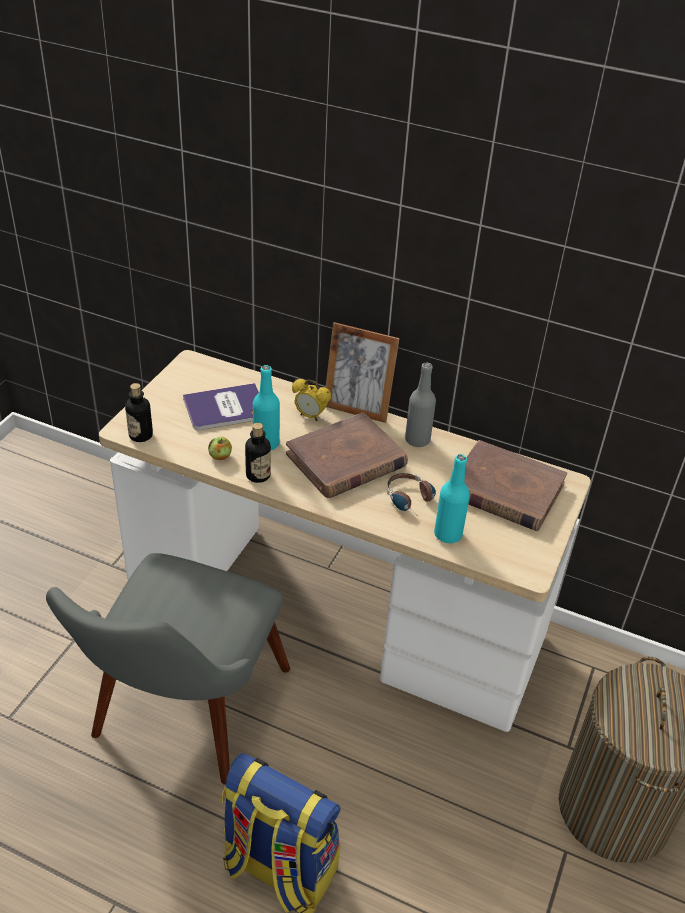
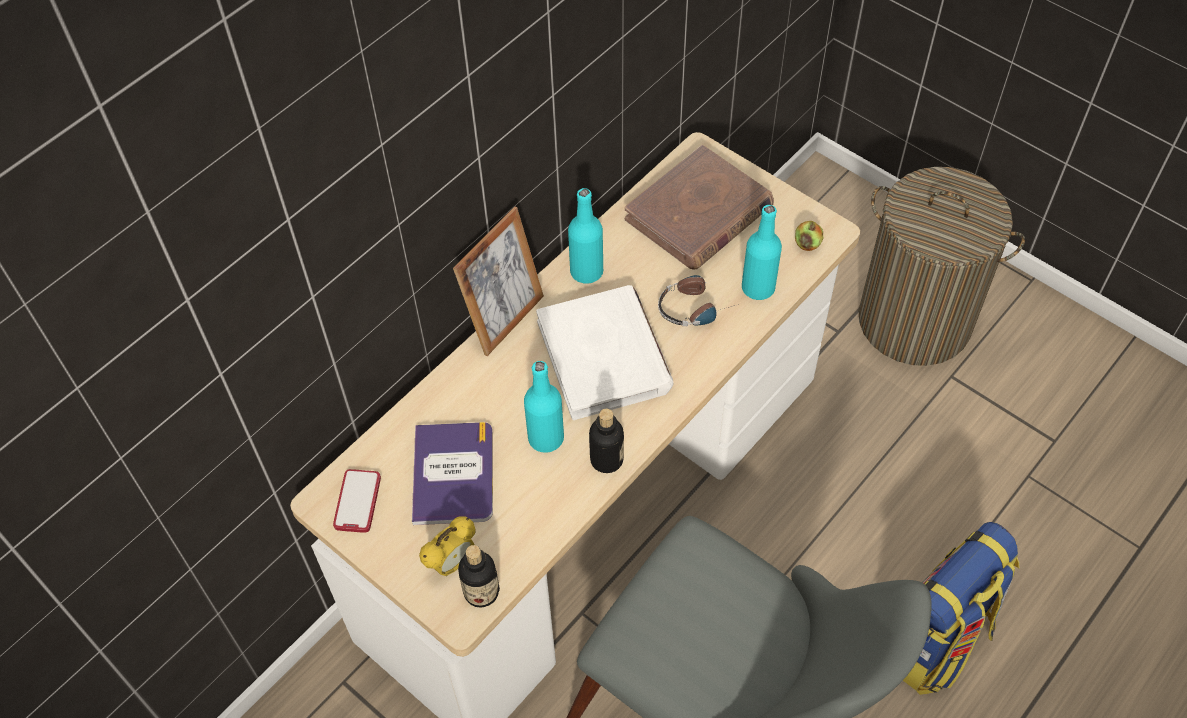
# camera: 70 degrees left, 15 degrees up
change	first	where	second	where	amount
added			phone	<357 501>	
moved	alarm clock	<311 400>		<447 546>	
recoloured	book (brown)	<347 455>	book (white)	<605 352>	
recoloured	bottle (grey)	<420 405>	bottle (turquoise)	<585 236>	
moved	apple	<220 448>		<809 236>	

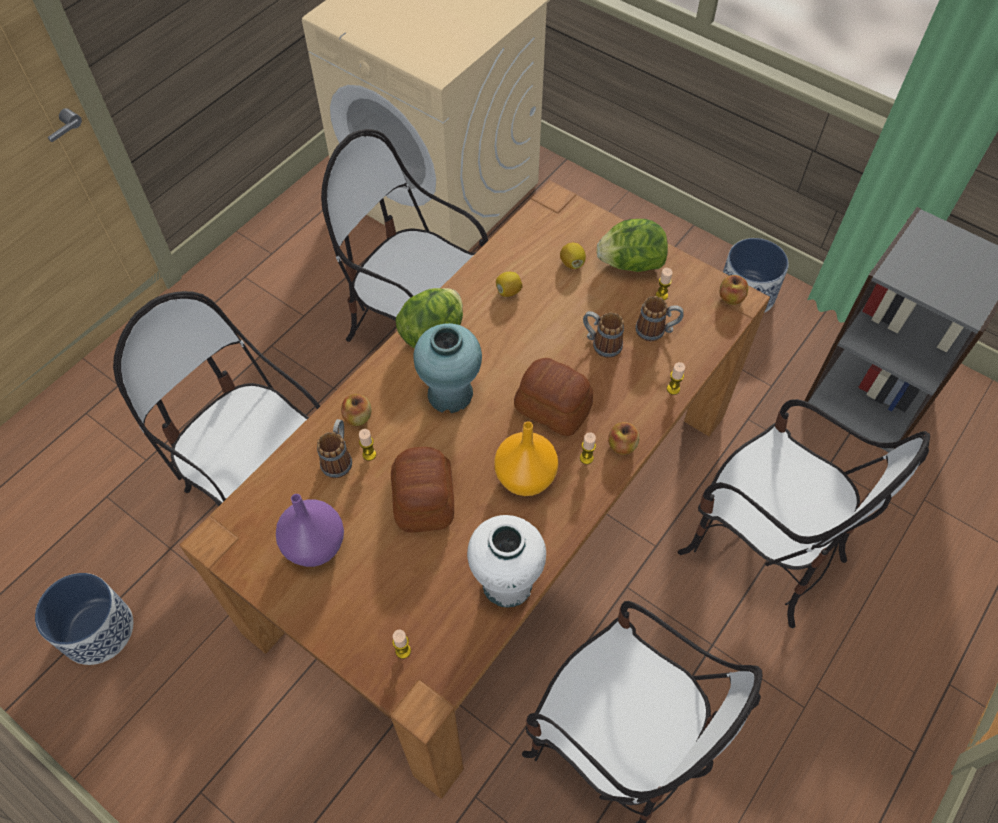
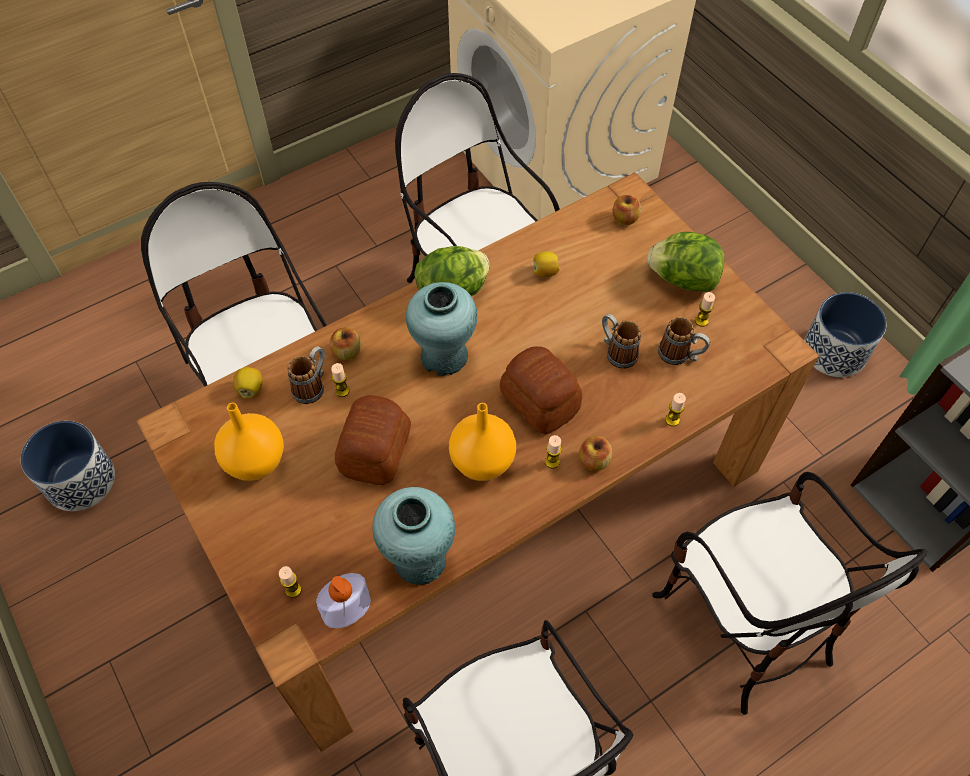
# camera: 20 degrees right, 0 degrees up
change	first	where	second	where	amount
recoloured	vase (purple)	<310 530>	vase (orange)	<249 442>	
moved	lemon	<573 256>		<248 382>	
added			soap dispenser	<343 601>	
recoloured	vase (white)	<506 561>	vase (turquoise)	<413 536>	
moved	apple	<733 290>		<626 210>	

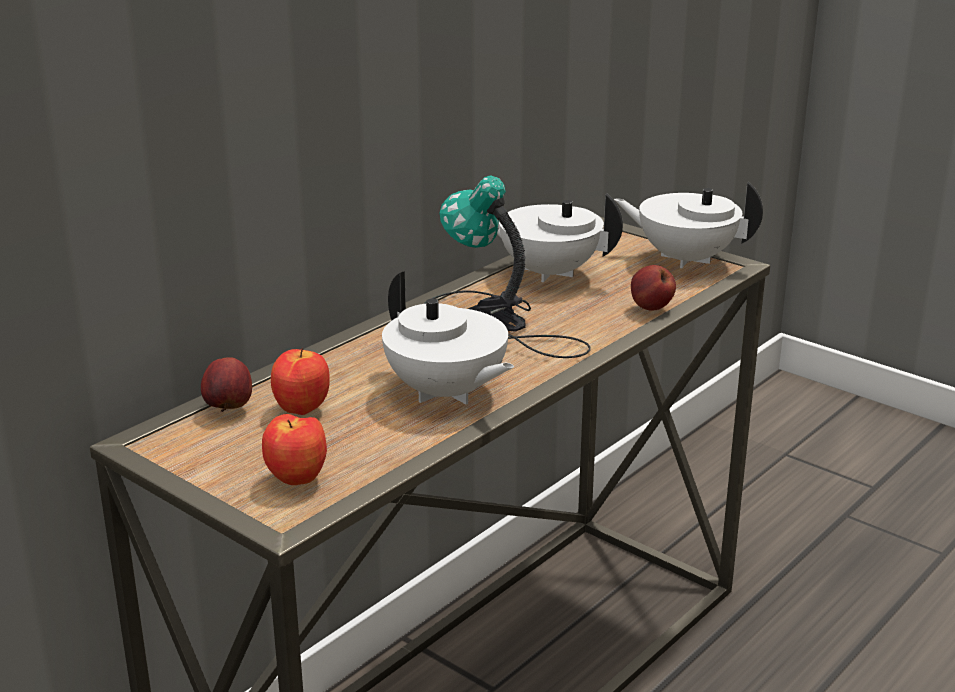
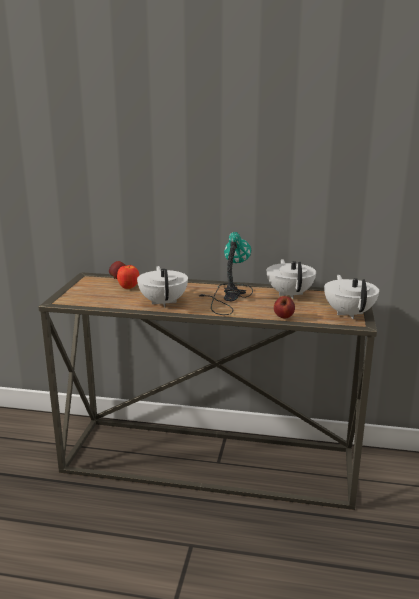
# camera: 60 degrees right, 5 degrees down
change	first	where	second	where	amount
turned	teapot (white)	<448 338>		<162 287>	150 degrees clockwise
removed	apple	<294 449>			

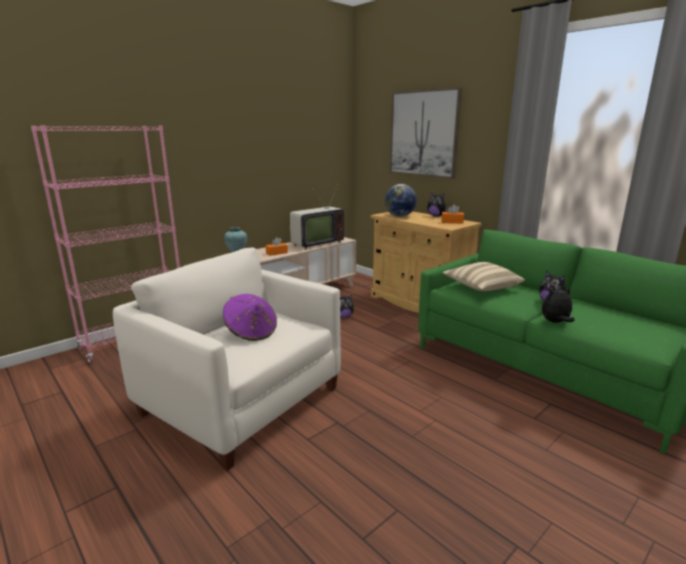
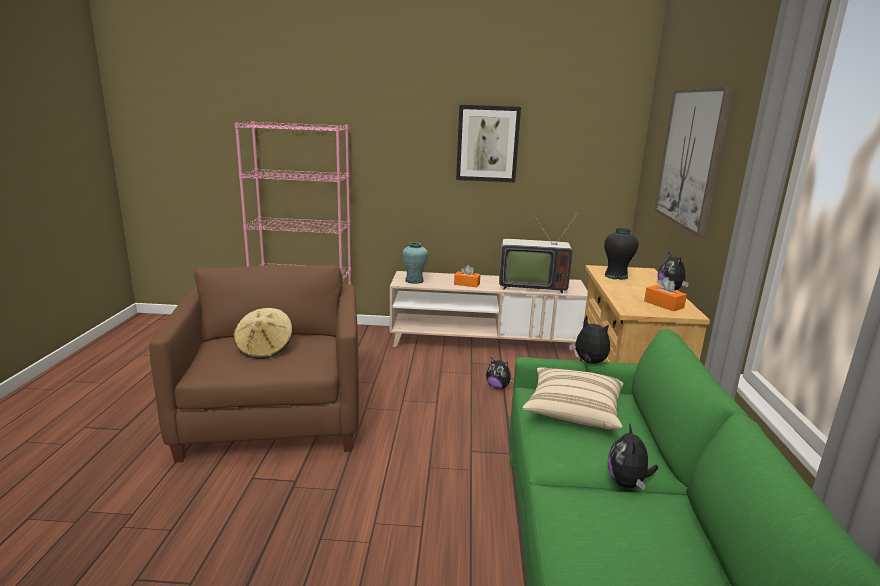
# camera: 45 degrees right, 0 degrees up
change	first	where	second	where	amount
recoloured	armchair (white)	<227 359>	armchair (brown)	<254 364>	
recoloured	hat (purple)	<250 317>	hat (beige)	<263 333>	
added			picture	<488 143>	
moved	plush toy	<558 305>		<589 341>	
replaced	globe	<401 200>	vase (black)	<621 254>	

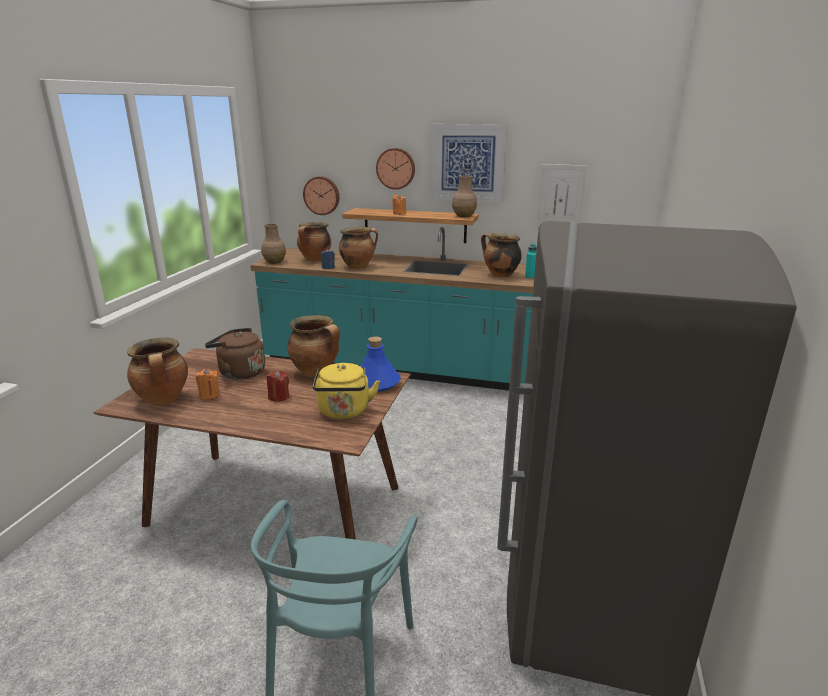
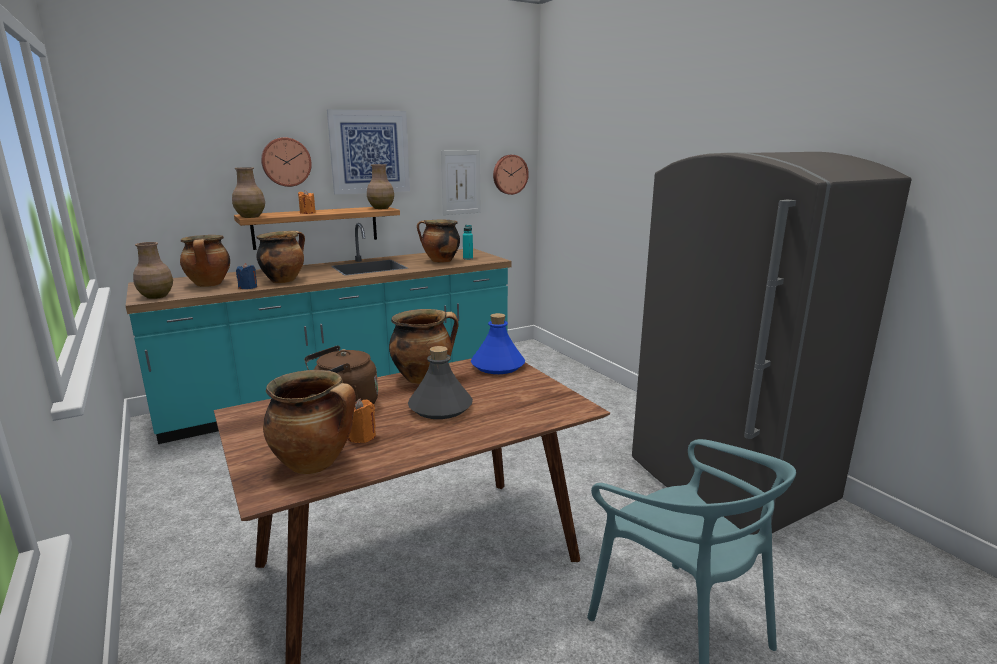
# camera: 45 degrees left, 5 degrees down
change	first	where	second	where	amount
added			vase (brown)	<248 192>	
replaced	candle (red)	<278 386>	bottle (grey)	<440 382>	
moved	wall clock	<321 195>		<511 175>	
removed	kettle (yellow)	<346 391>			

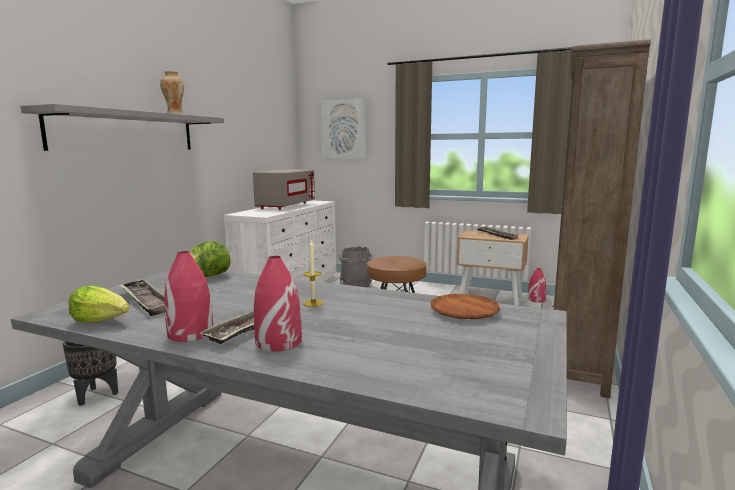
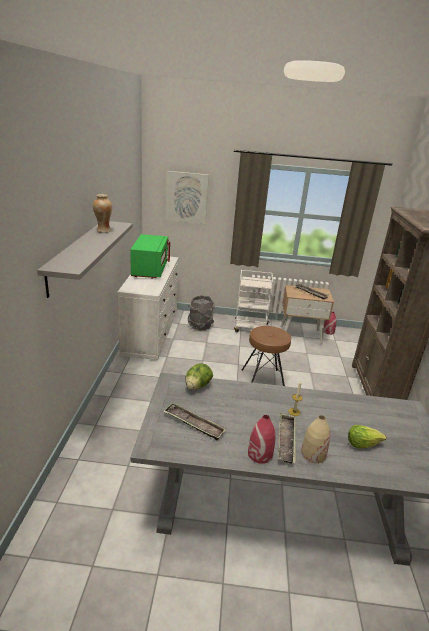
# camera: 20 degrees left, 15 degrees up
change	first	where	second	where	amount
recoloured	microwave (grey)	<284 189>	microwave (green)	<150 256>	
added			cart (white)	<253 301>	
recoloured	vase (red)	<278 304>	vase (beige)	<315 439>	
moved	lettuce	<99 304>		<367 436>	
removed	planter (black)	<90 373>			
removed	plate (brown)	<466 306>			

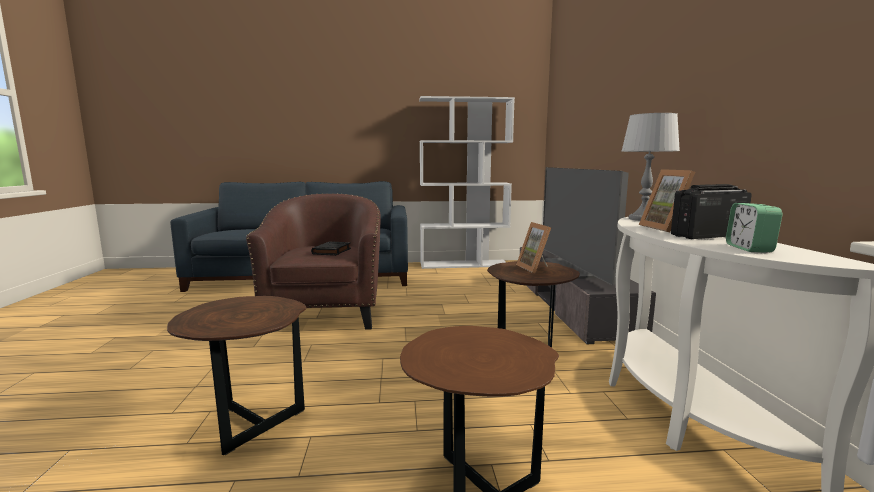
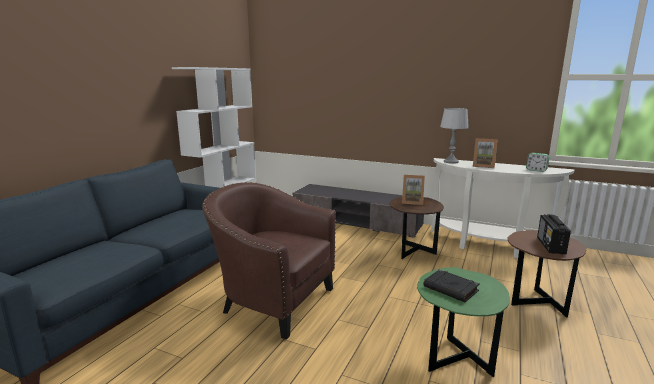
# camera: 60 degrees left, 5 degrees up
change	first	where	second	where	amount
recoloured	side table (brown)	<236 375>	side table (green)	<463 322>	
moved	book (black)	<331 248>		<452 285>	
moved	radio	<711 211>		<554 234>	
removed	television	<586 226>			

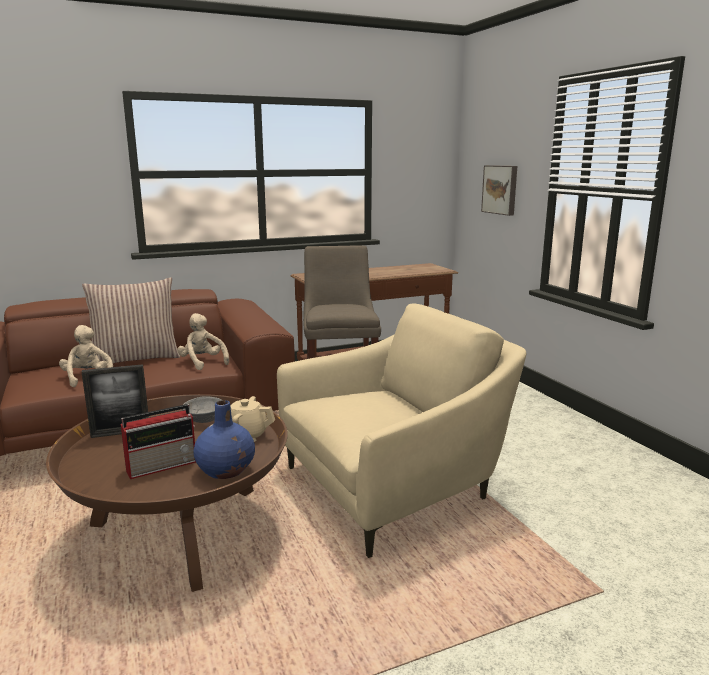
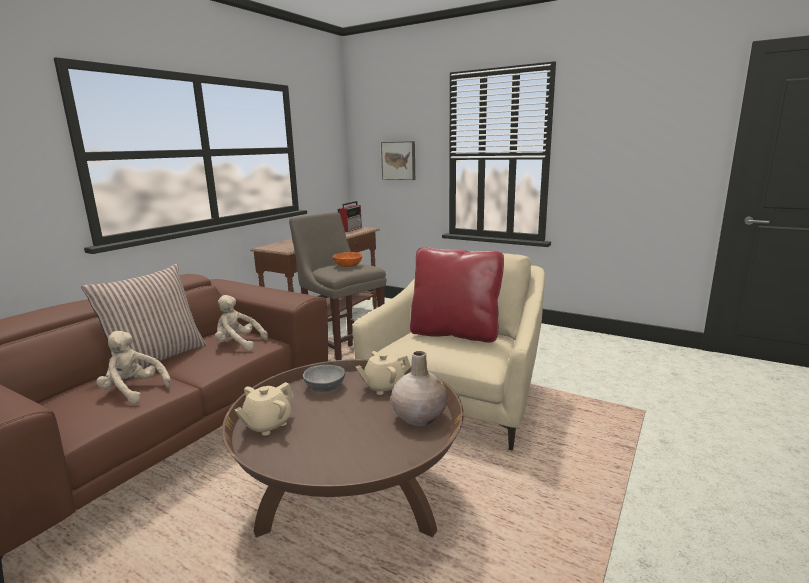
# camera: 35 degrees left, 0 degrees up
change	first	where	second	where	amount
replaced	picture frame	<115 401>	teapot (beige)	<264 409>	
added			bowl (orange)	<348 259>	
moved	radio	<158 441>		<350 216>	
recoloured	vase (blue)	<224 439>	vase (beige)	<419 388>	
added			pillow (red)	<457 295>	

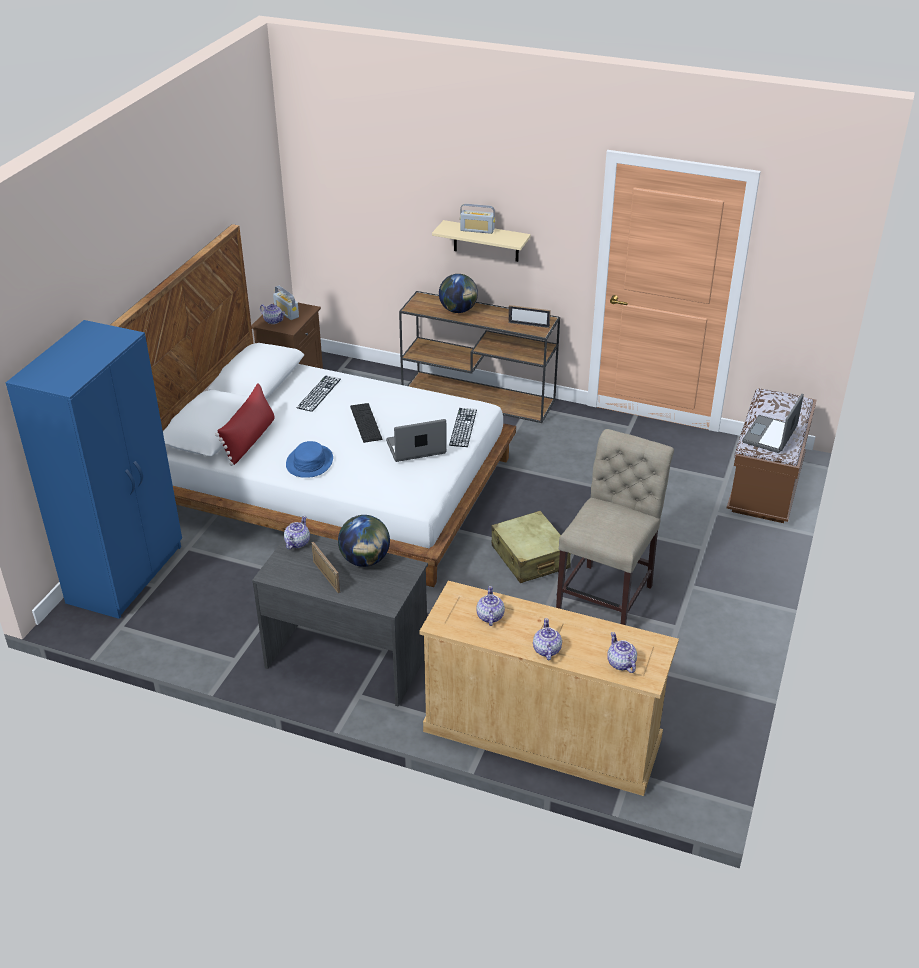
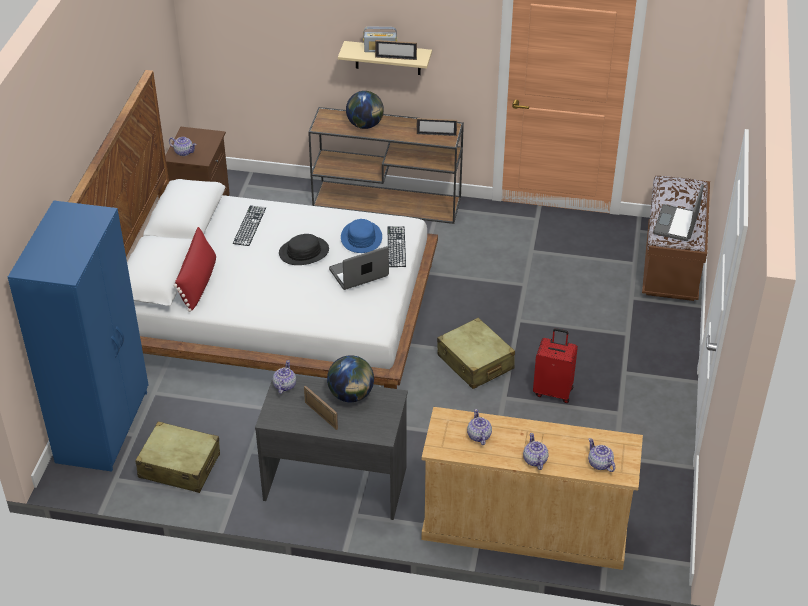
# camera: 10 degrees left, 5 degrees up
change	first	where	second	where	amount
added			suitcase (beige)	<177 457>	
replaced	keyboard	<366 423>	hat (black)	<304 249>	
moved	hat (blue)	<309 459>		<361 236>	
added			picture frame	<396 50>	
replaced	chair (beige)	<615 527>	suitcase (red)	<555 365>	
removed	radio	<286 303>			

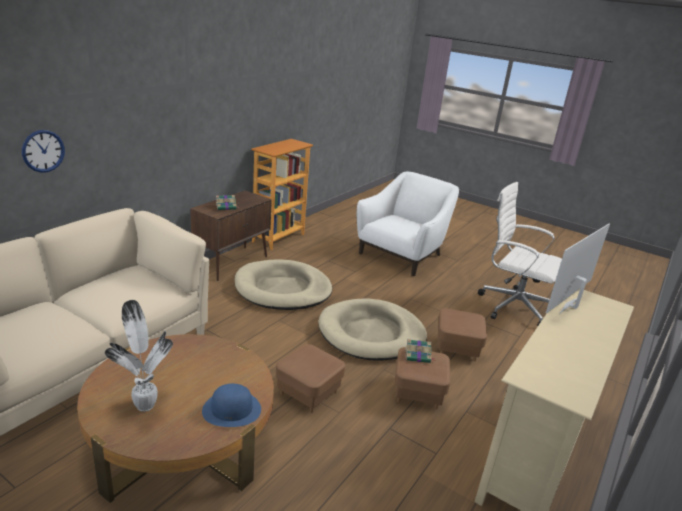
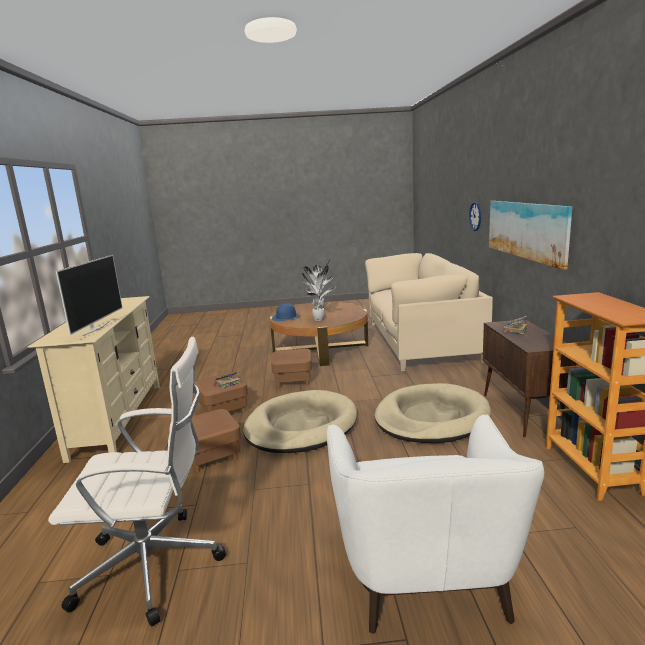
# camera: 145 degrees right, 10 degrees down
change	first	where	second	where	amount
added			potted plant	<318 293>	
added			picture	<530 235>	

